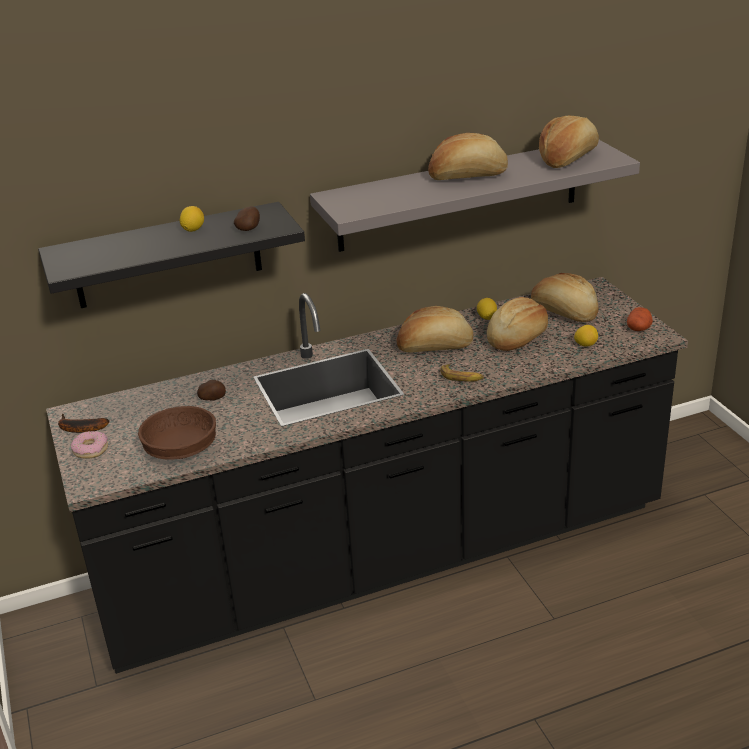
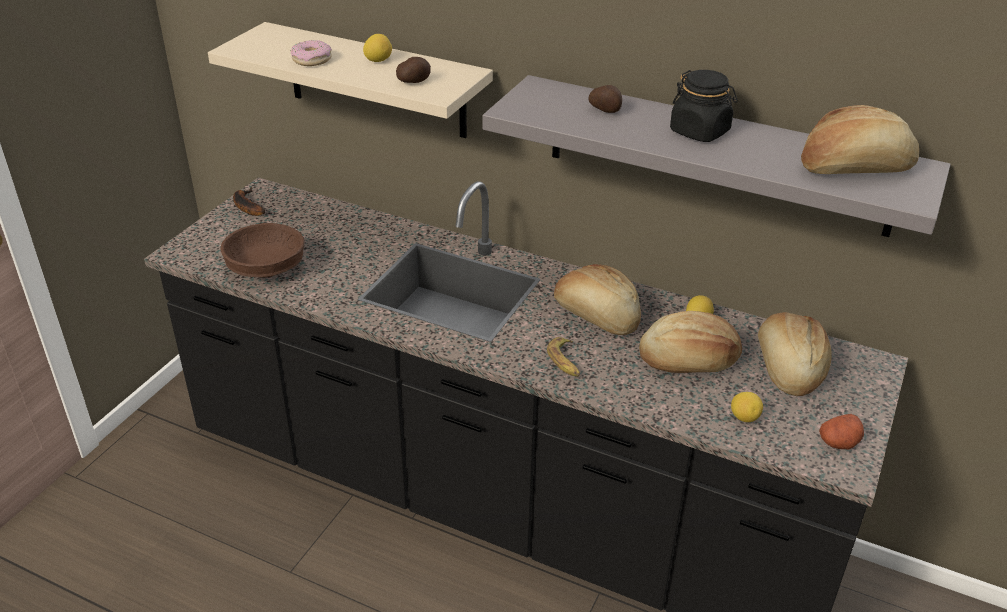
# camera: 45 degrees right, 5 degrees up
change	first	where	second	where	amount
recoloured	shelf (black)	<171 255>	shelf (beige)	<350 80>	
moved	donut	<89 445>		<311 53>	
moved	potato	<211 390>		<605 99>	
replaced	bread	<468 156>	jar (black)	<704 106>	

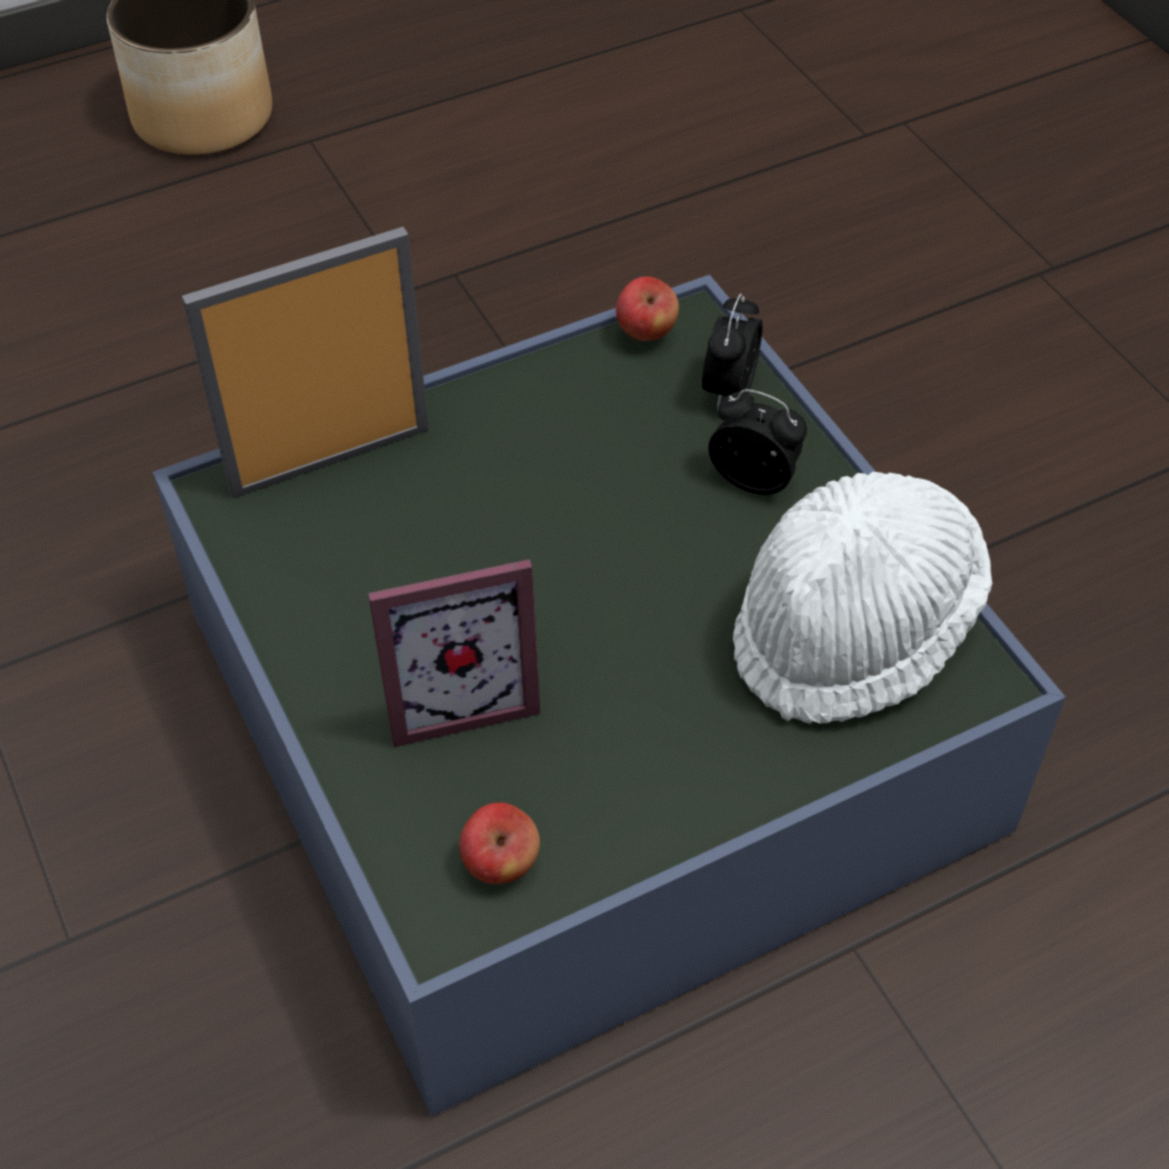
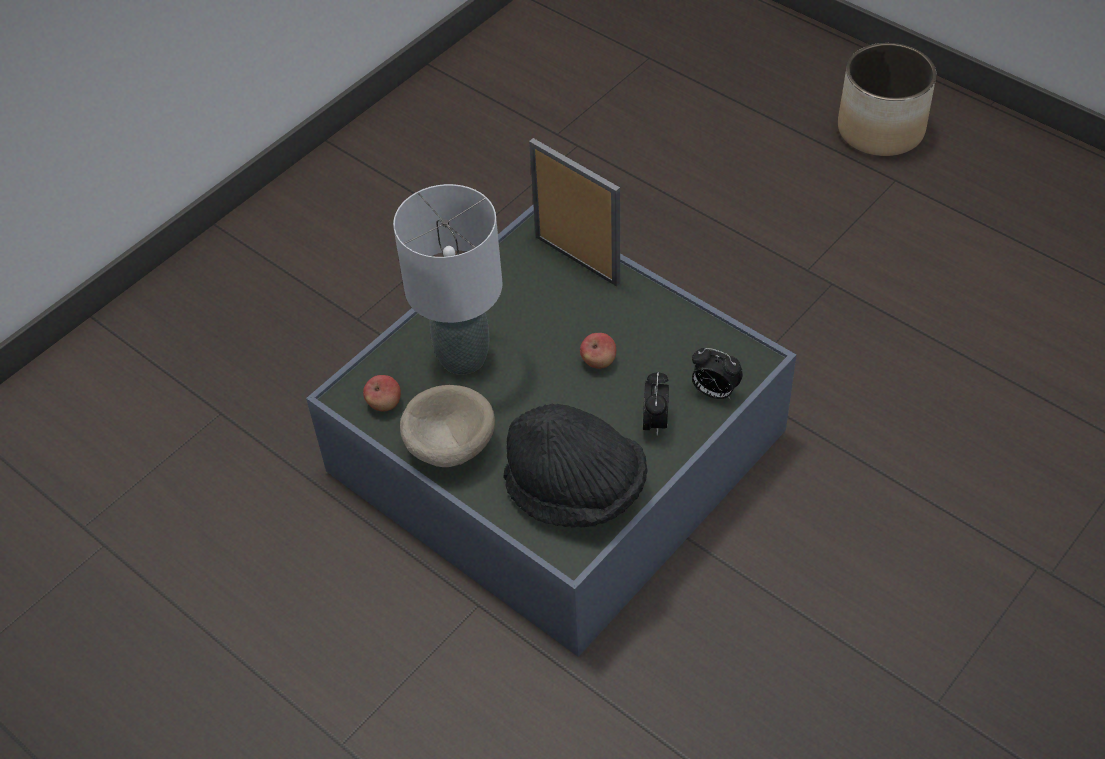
# camera: 70 degrees right, 0 degrees up
change	first	where	second	where	amount
replaced	picture frame	<454 653>	table lamp (grey)	<448 279>	
added			bowl (beige)	<447 426>	
recoloured	hat (white)	<863 598>	hat (black)	<575 466>	
moved	apple	<647 308>		<598 351>	
turned	alarm clock	<732 352>		<717 373>	150 degrees counterclockwise

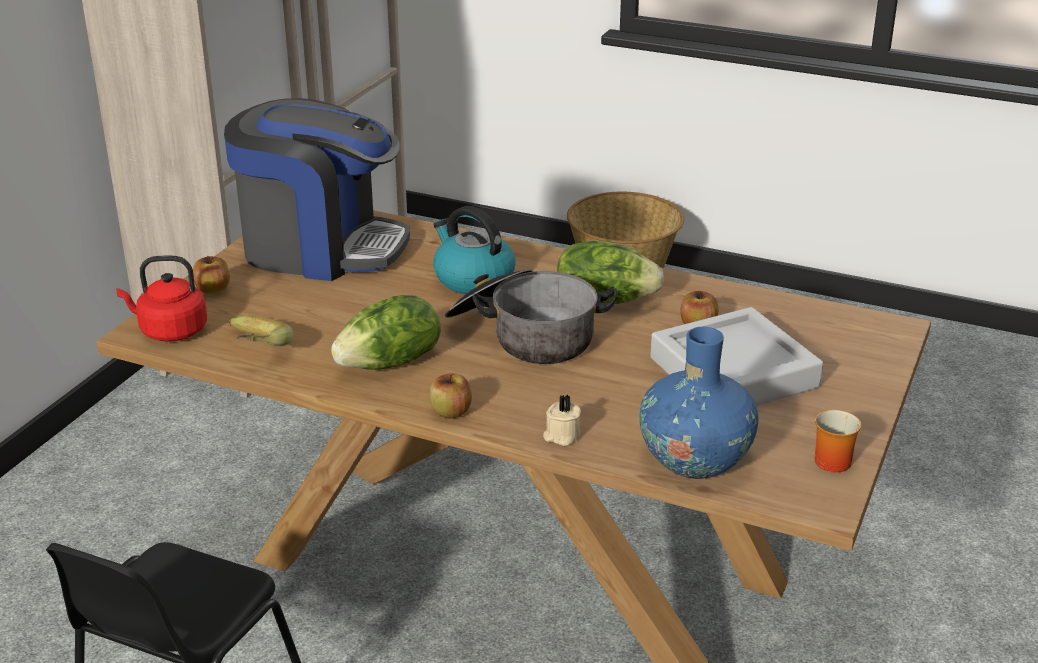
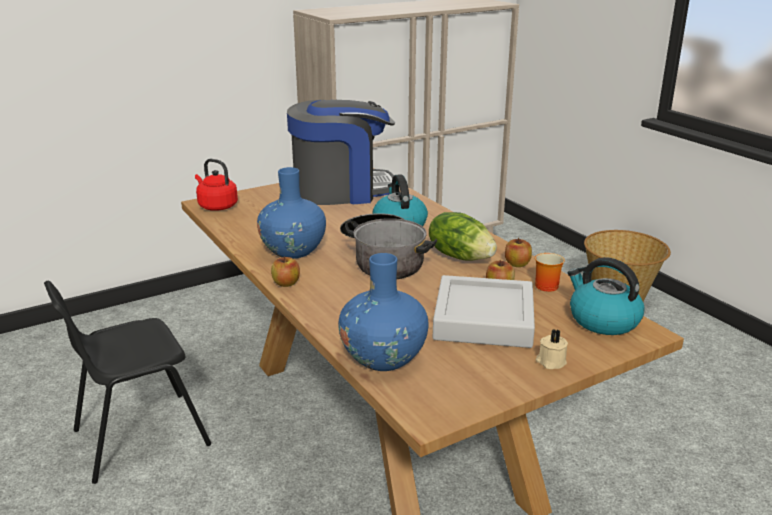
# camera: 35 degrees right, 5 degrees down
change	first	where	second	where	amount
replaced	lettuce	<386 332>	vase (blue)	<291 213>	
turned	coffee machine	<317 189>		<341 152>	60 degrees counterclockwise
moved	apple	<211 275>		<518 252>	
moved	mug	<838 441>		<550 272>	
moved	candle (beige)	<562 420>		<552 349>	
added			kettle	<606 296>	
removed	banana	<261 330>			

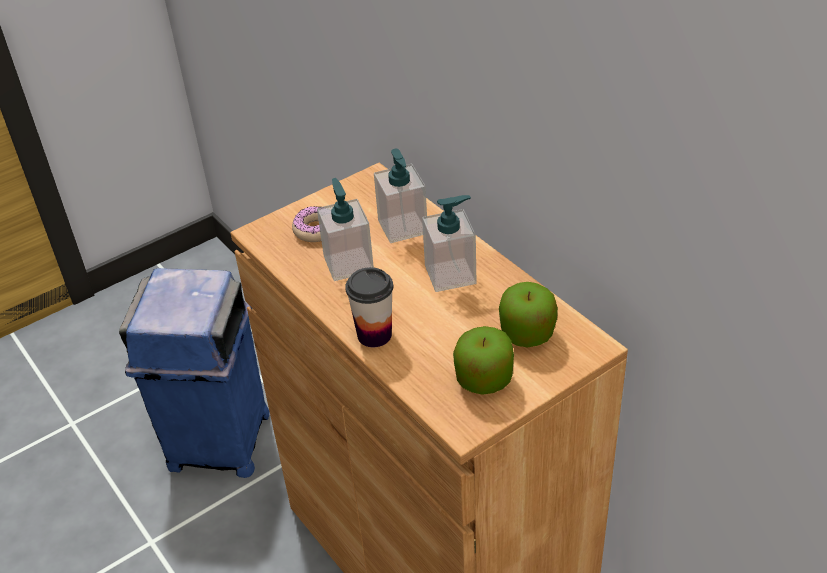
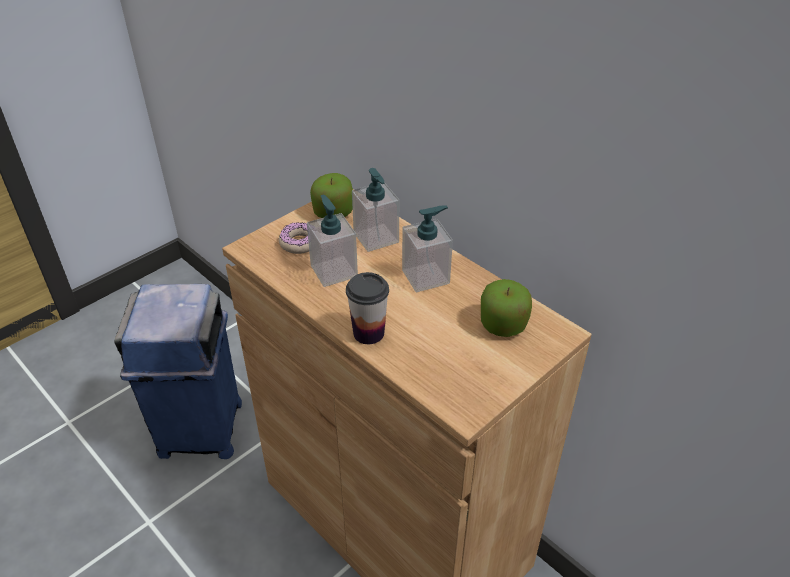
# camera: 10 degrees left, 0 degrees up
change	first	where	second	where	amount
moved	apple	<483 360>		<331 195>	

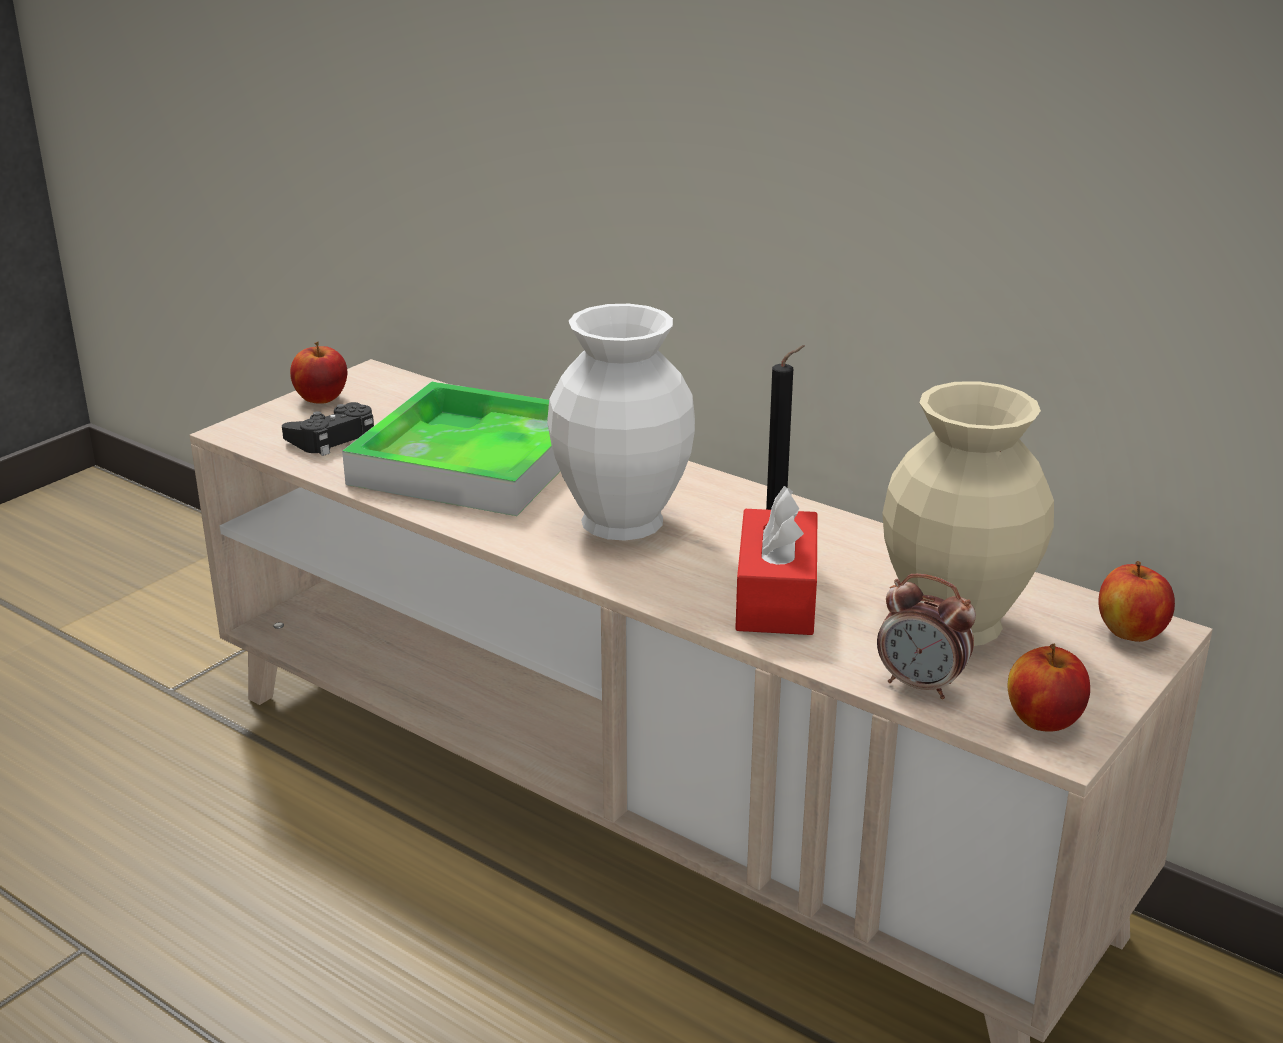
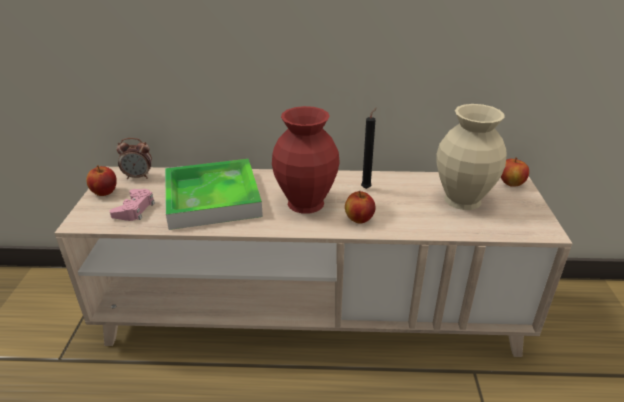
# camera: 35 degrees left, 5 degrees up
change	first	where	second	where	amount
recoloured	game controller (black)	<328 429>	game controller (pink)	<132 205>	
moved	alarm clock	<926 636>		<134 158>	
recoloured	vase (white)	<621 422>	vase (red)	<306 160>	
moved	apple	<1049 688>		<360 207>	
removed	tissue box (red)	<776 560>			

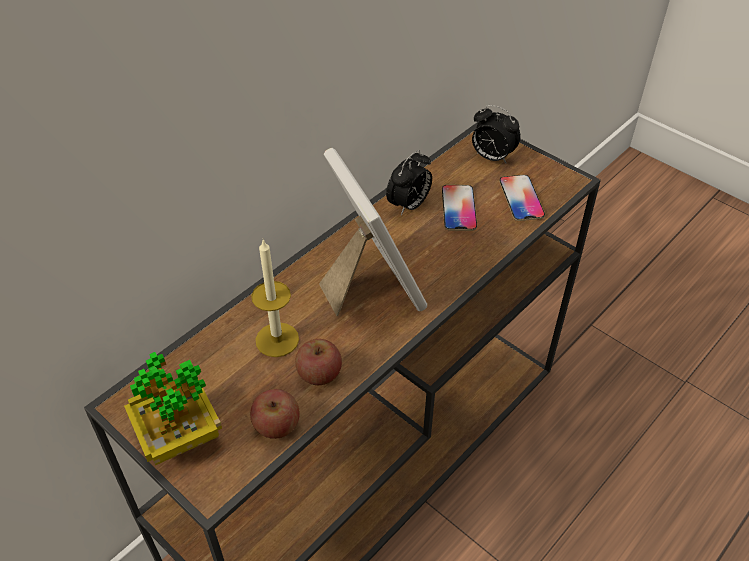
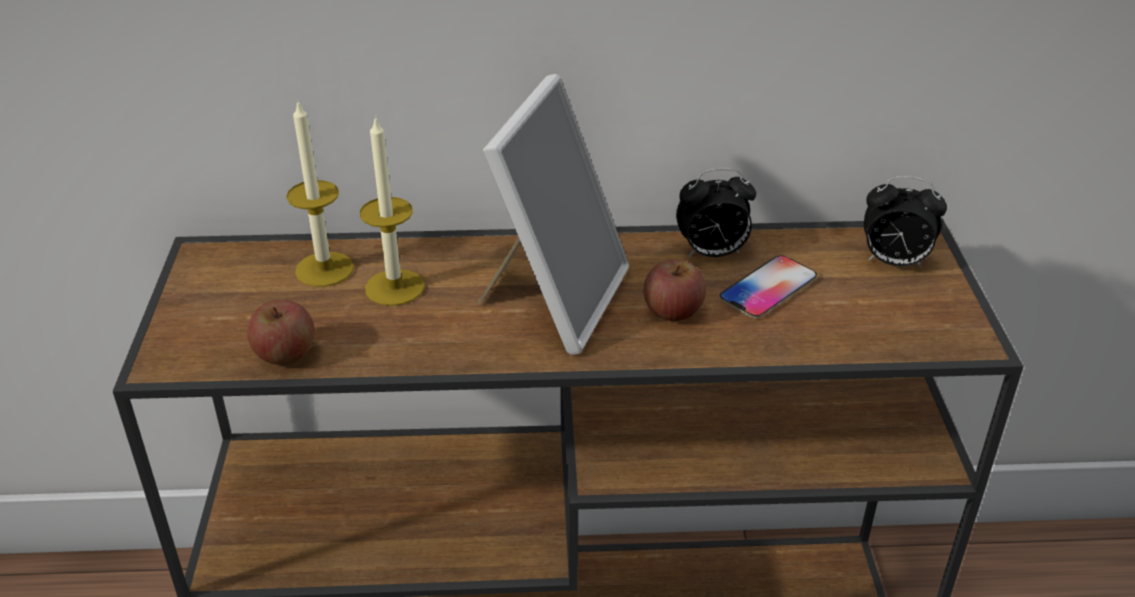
# camera: 45 degrees right, 10 degrees down
change	first	where	second	where	amount
added			candle	<320 193>	
moved	apple	<318 362>		<675 290>	
turned	alarm clock	<496 134>		<905 222>	60 degrees counterclockwise
removed	potted plant	<173 408>			
removed	phone	<522 198>			

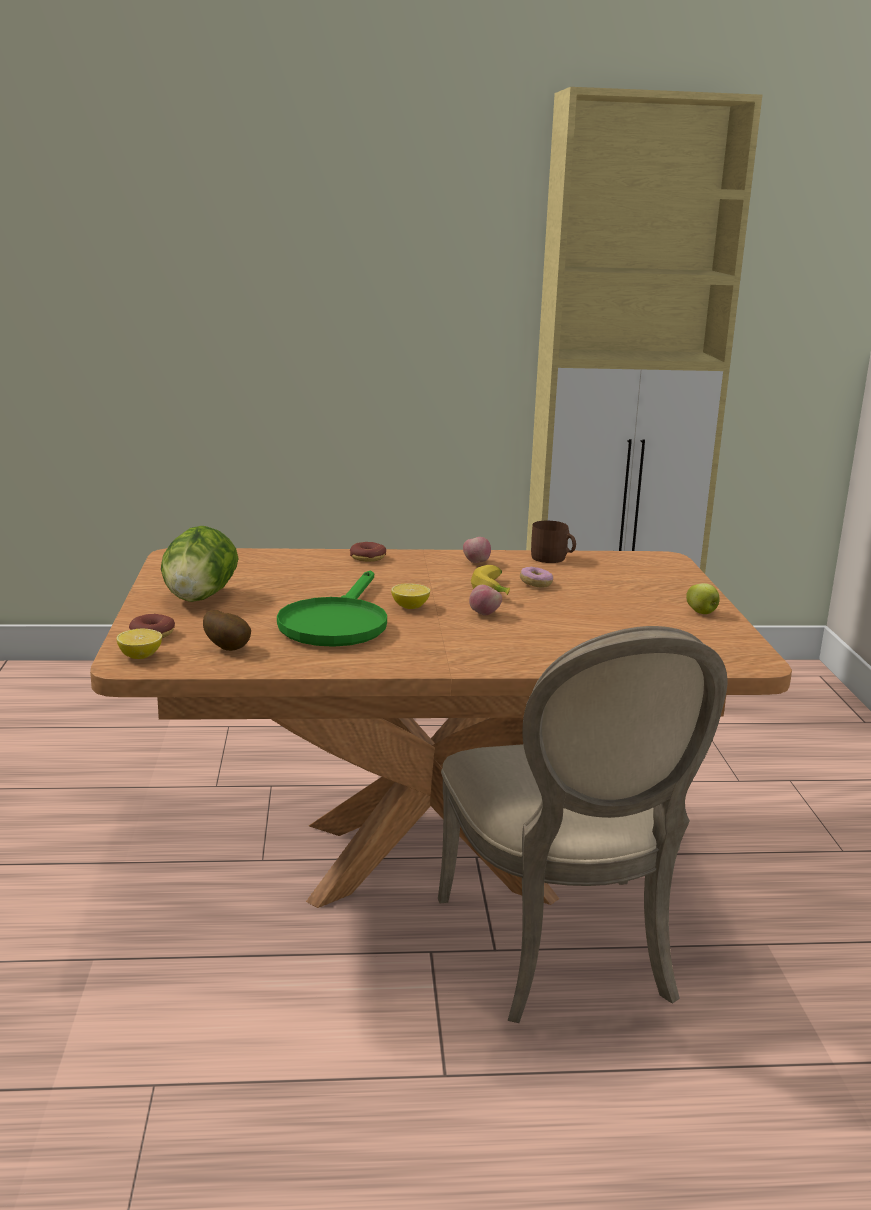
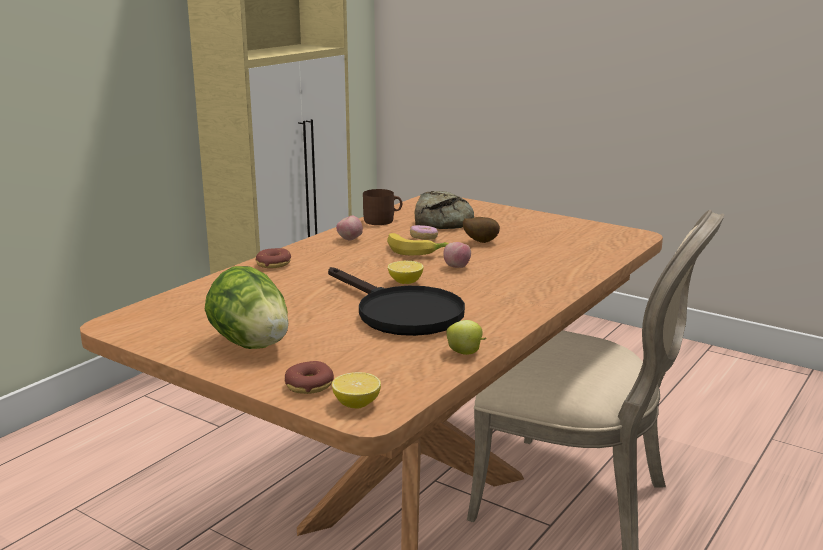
# camera: 50 degrees left, 0 degrees up
change	first	where	second	where	amount
recoloured	frying pan (green)	<332 609>	frying pan (black)	<396 301>	
added			bread	<444 210>	
moved	apple	<703 598>		<466 337>	
moved	potato	<227 630>		<481 230>	

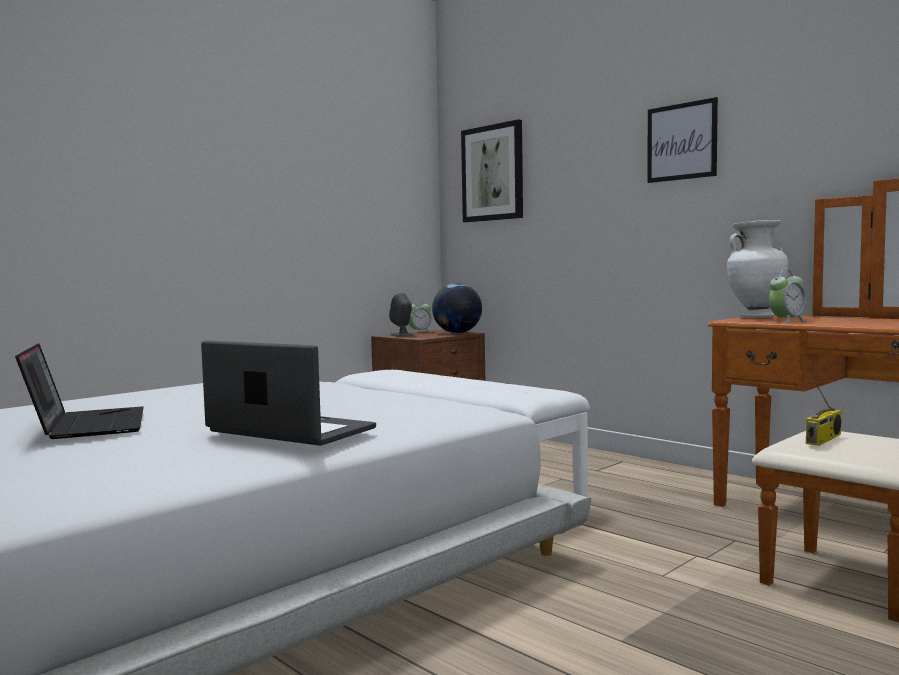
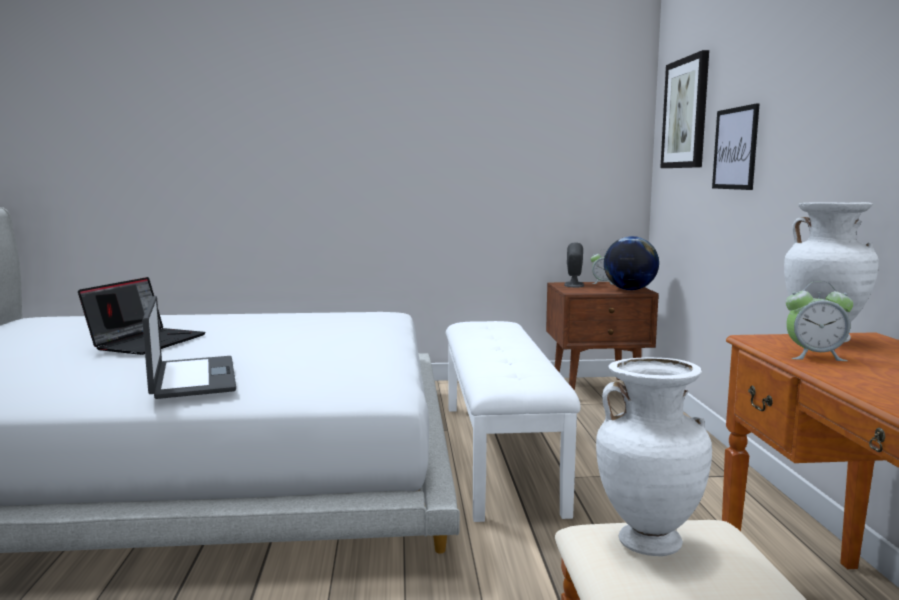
# camera: 40 degrees right, 5 degrees up
change	first	where	second	where	amount
replaced	radio	<823 411>	vase (white)	<654 456>	
moved	picture	<682 140>		<736 146>	

